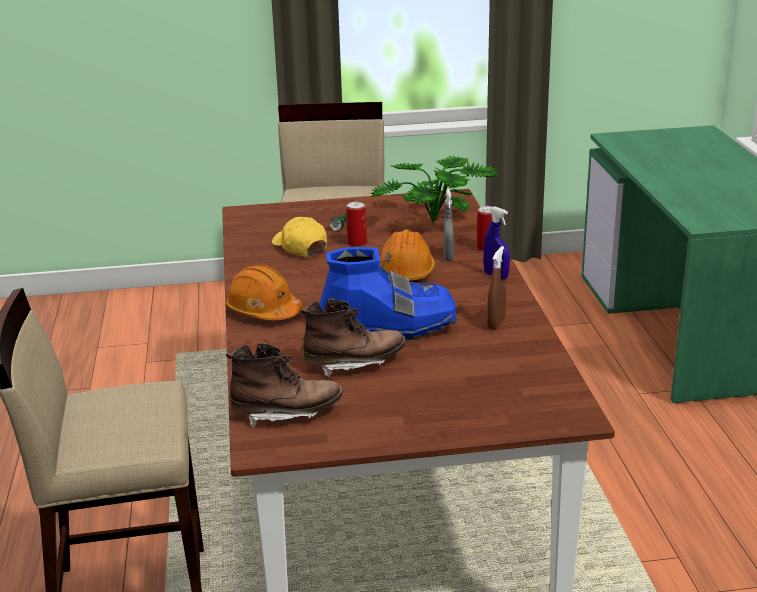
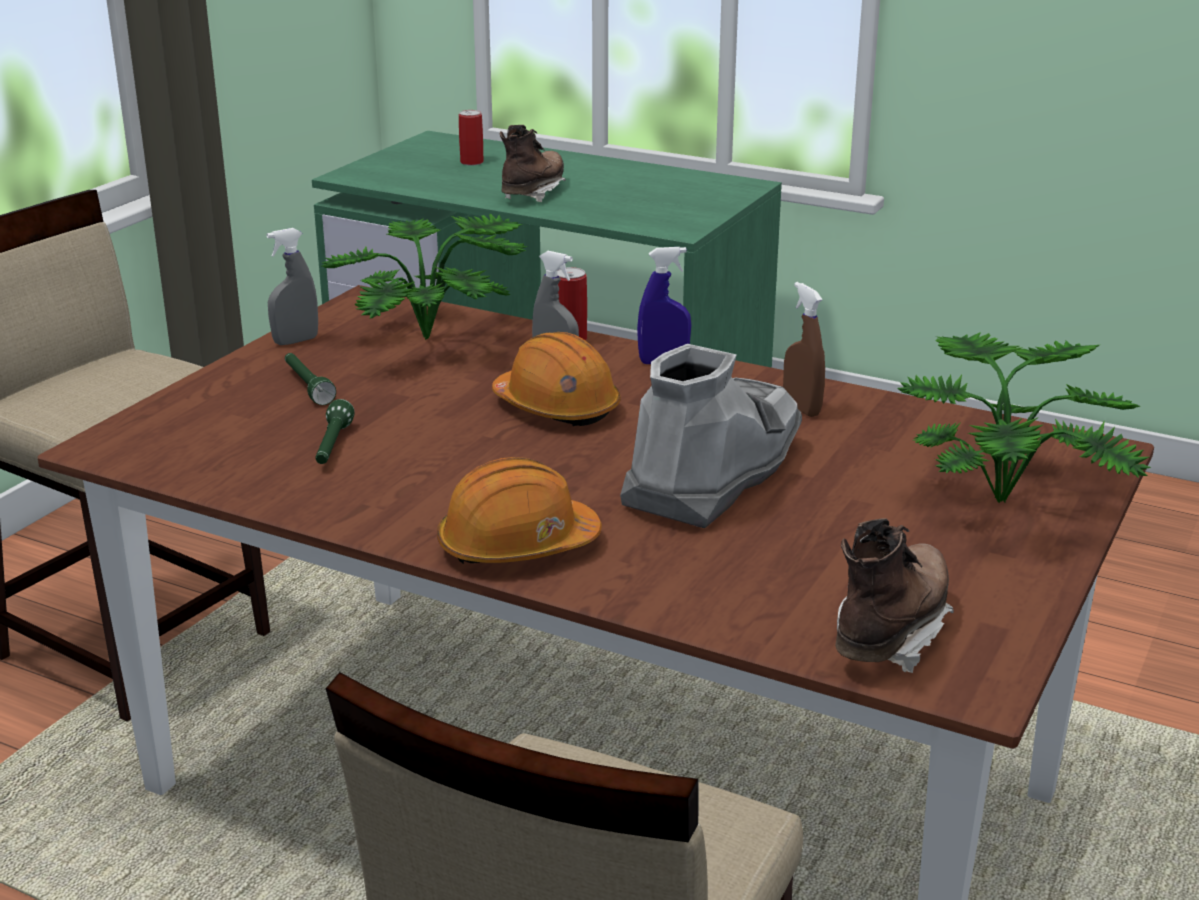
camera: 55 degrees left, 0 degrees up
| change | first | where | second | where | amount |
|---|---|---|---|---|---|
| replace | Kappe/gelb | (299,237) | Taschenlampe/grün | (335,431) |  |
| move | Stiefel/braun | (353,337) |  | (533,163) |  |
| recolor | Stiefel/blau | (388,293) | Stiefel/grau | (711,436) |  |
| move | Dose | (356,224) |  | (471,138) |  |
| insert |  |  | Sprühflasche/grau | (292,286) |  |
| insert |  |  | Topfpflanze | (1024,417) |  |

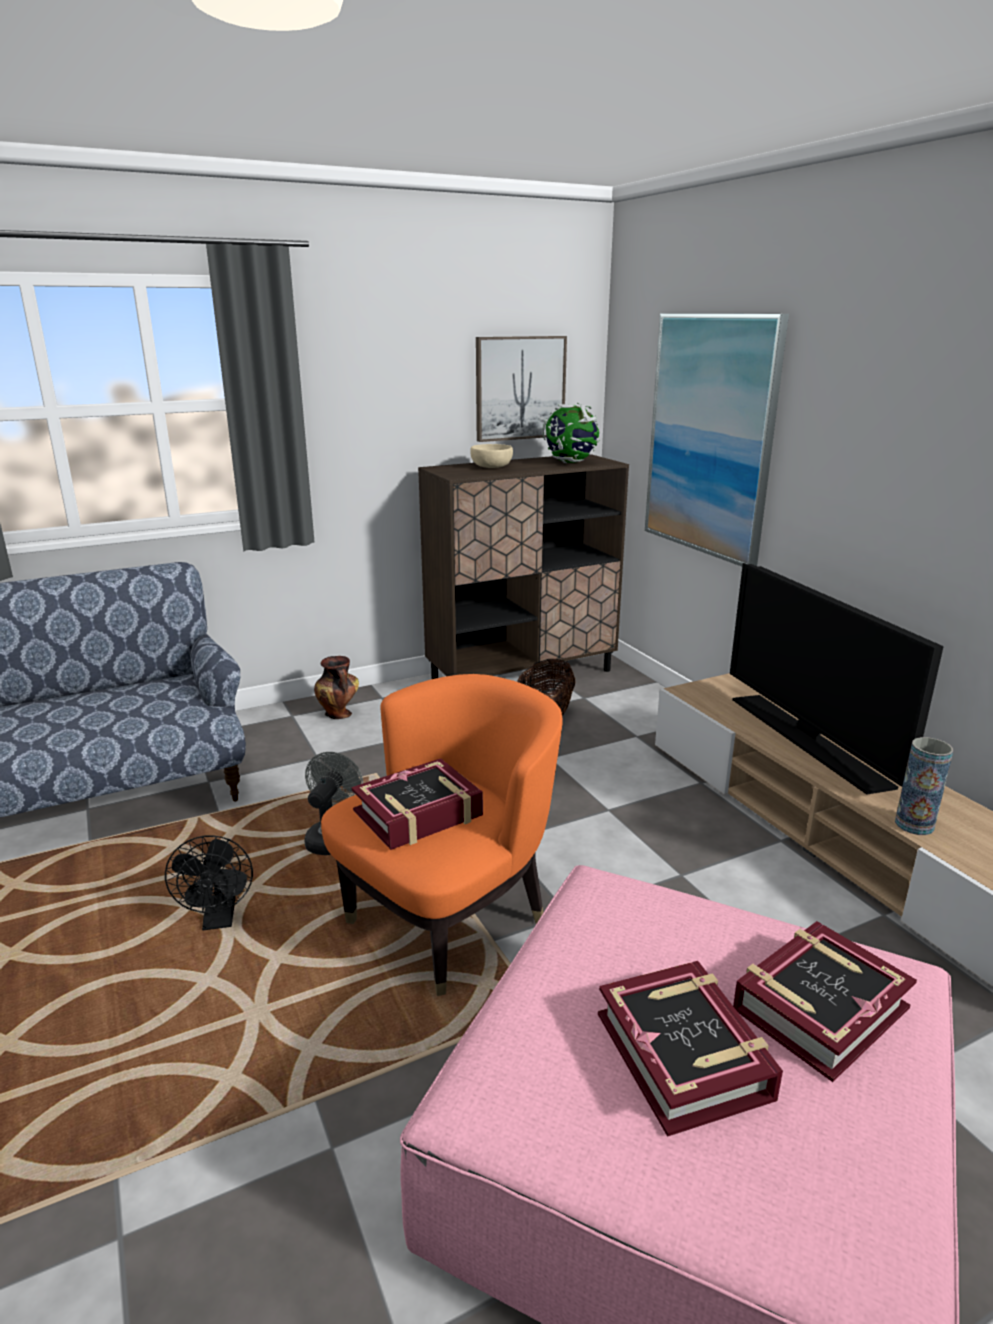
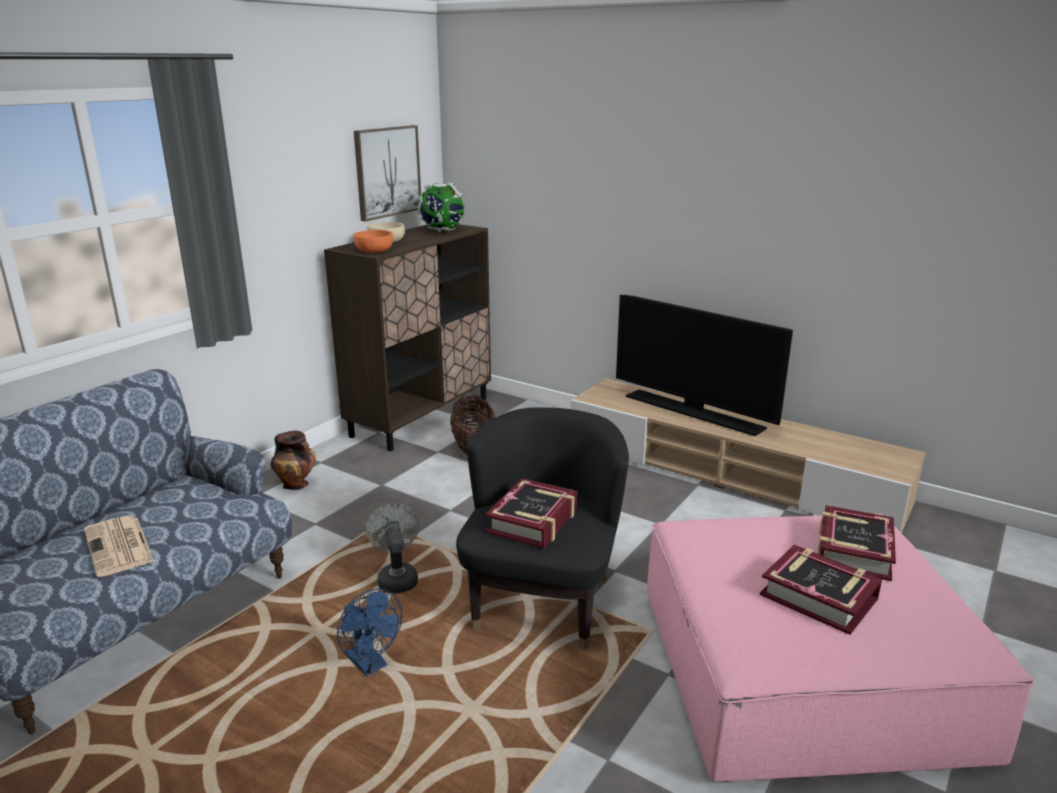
camera: 30 degrees left, 0 degrees up
| change | first | where | second | where | amount |
|---|---|---|---|---|---|
| recolor | Ventilator/schwarz | (209,882) | Ventilator/blau | (369,632) |  |
| recolor | Sessel/orange | (442,835) | Sessel/schwarz | (542,528) |  |
| delete | Bild | (717,439) |  |  |  |
| delete | Vase | (924,786) |  |  |  |
| insert |  |  | Zeitung | (119,546) |  |
| insert |  |  | Schüssel/orange | (373,241) |  |

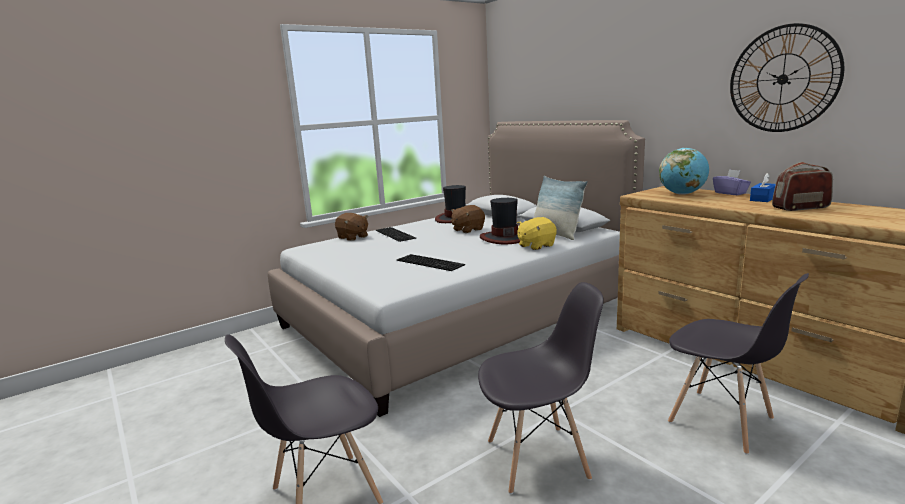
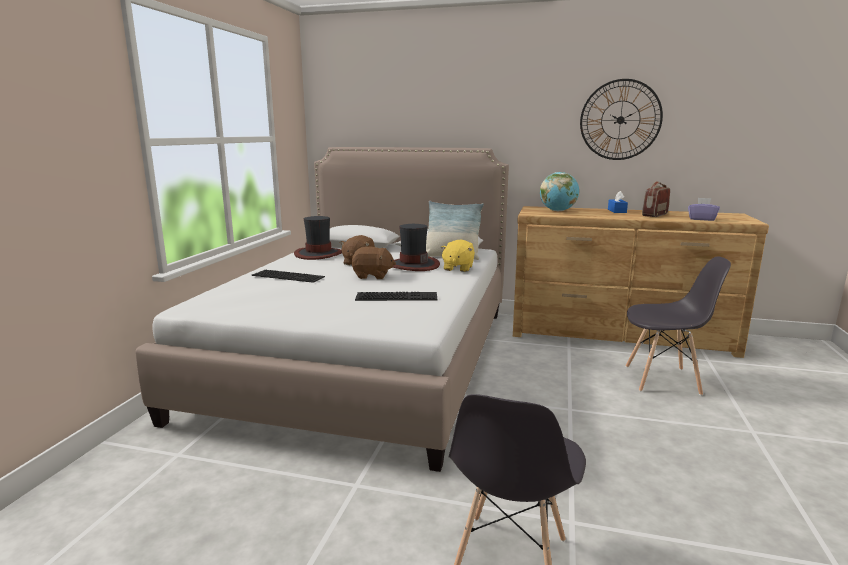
camera: 40 degrees left, 0 degrees up
| change | first | where | second | where | amount |
|---|---|---|---|---|---|
| move | Plüschtier/braun | (351,227) |  | (374,263) |  |
| delete | Stuhl/grau | (541,388) |  |  |  |
| move | Taschentuchbox/lila | (732,182) |  | (704,209) |  |

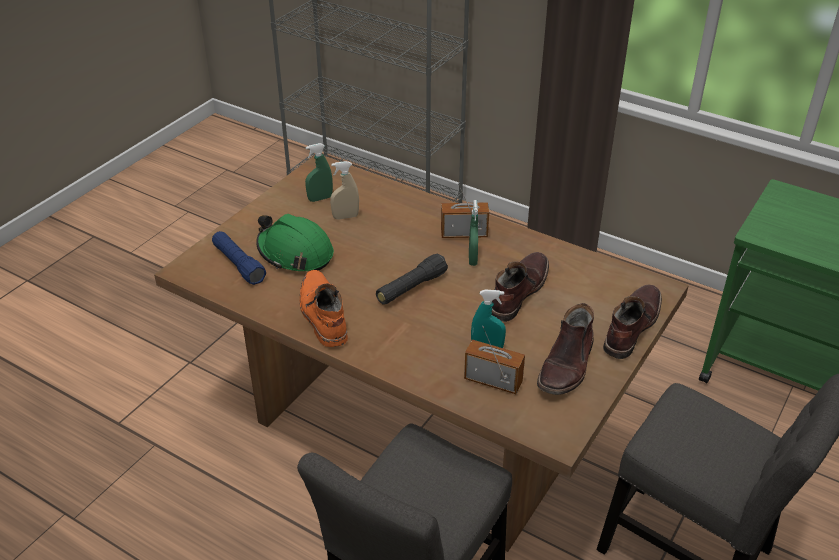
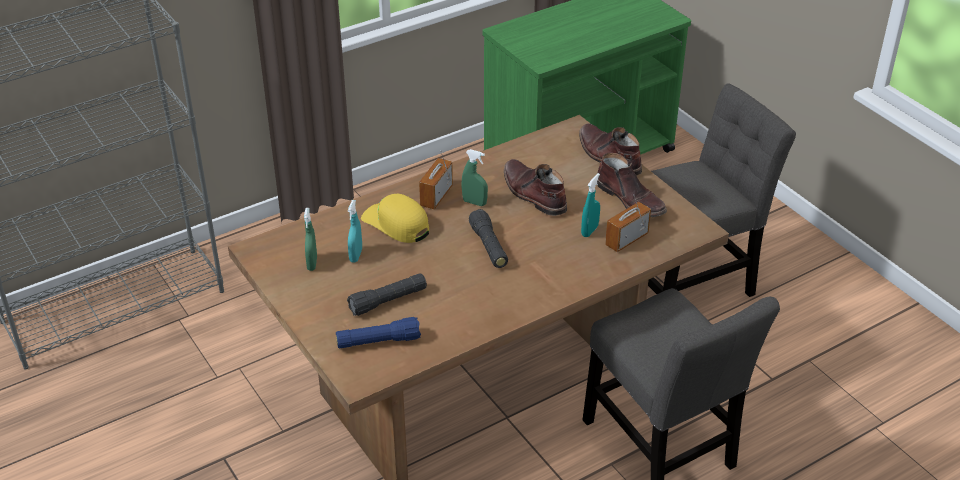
camera: 65 degrees left, 0 degrees up
| change | first | where | second | where | amount |
|---|---|---|---|---|---|
| replace | Schutzhelm/grün | (295,242) | Taschenlampe/schwarz | (387,294) |  |
| delete | Stiefel/orange | (324,308) |  |  |  |
| recolor | Sprühflasche/beige | (344,190) | Sprühflasche/türkis | (355,231) |  |
| insert |  |  | Kappe/gelb | (395,218) |  |

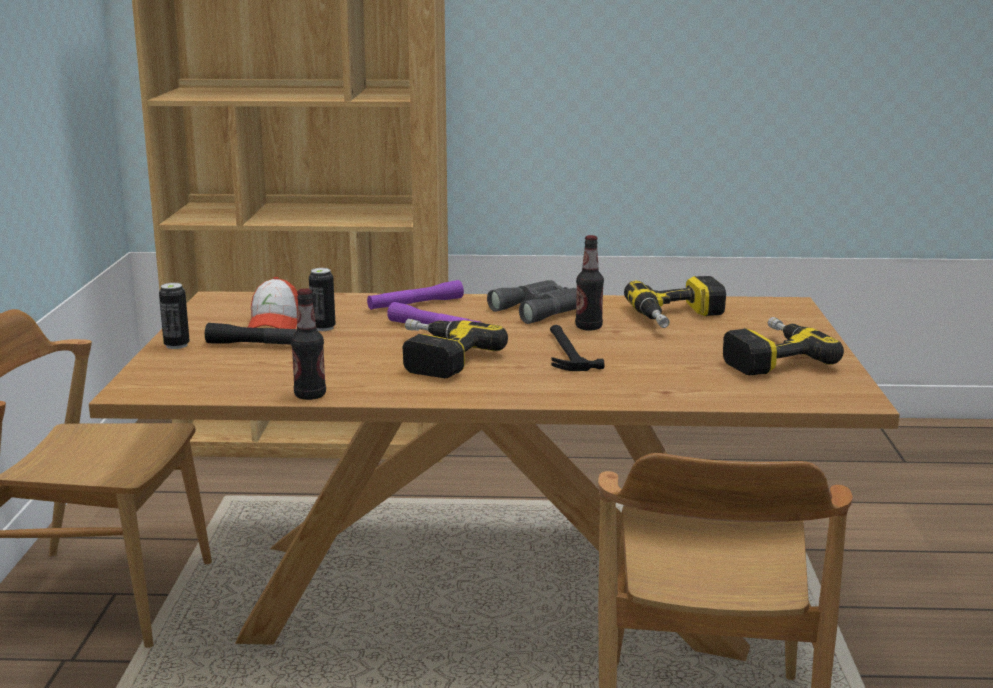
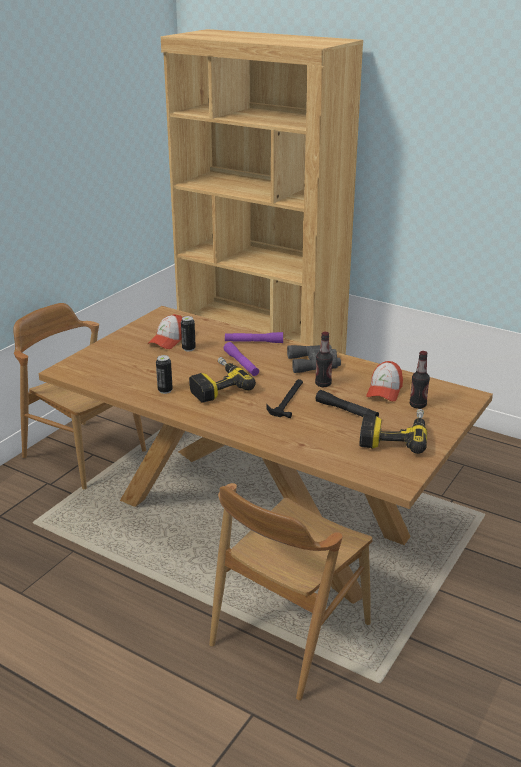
camera: 30 degrees right, 10 degrees up
| change | first | where | second | where | amount |
|---|---|---|---|---|---|
| move | Dose | (174,316) |  | (164,374) |  |
| move | Taschenlampe/schwarz | (251,334) |  | (347,403) |  |
| move | Flasche | (308,344) |  | (420,380) |  |
| replace | Bohrmaschine | (675,302) | Kappe | (384,381) |  |

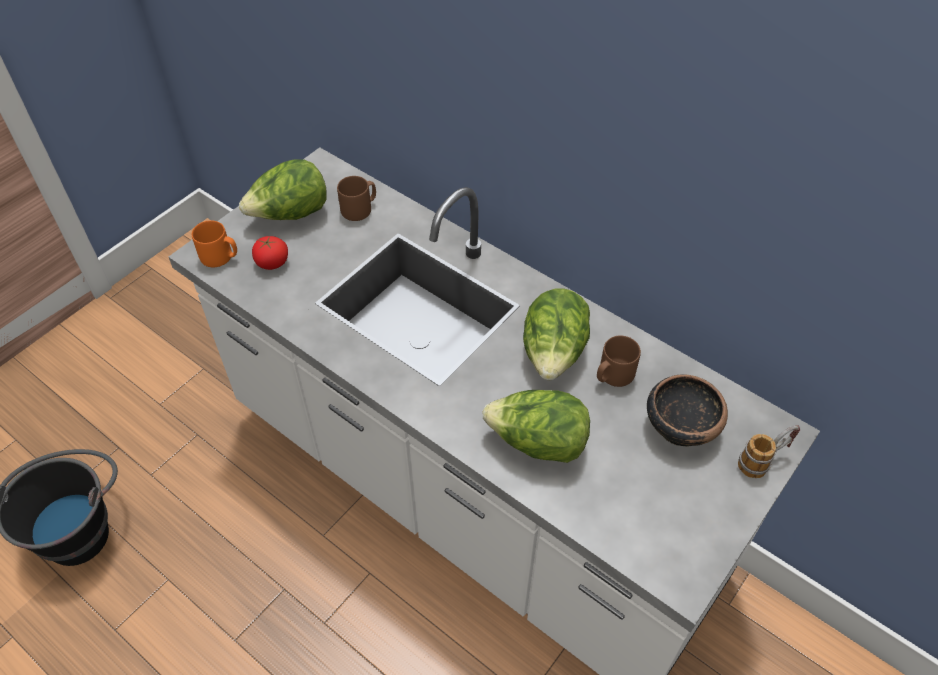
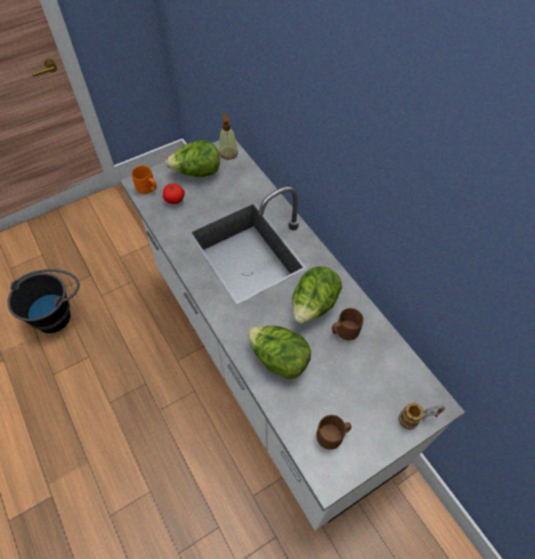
camera: 20 degrees right, 5 degrees up
| change | first | where | second | where | amount |
|---|---|---|---|---|---|
| move | Henkelbecher/braun | (356,198) |  | (334,432) |  |
| delete | Schüssel | (687,410) |  |  |  |
| insert |  |  | Seifenspender | (228,136) |  |

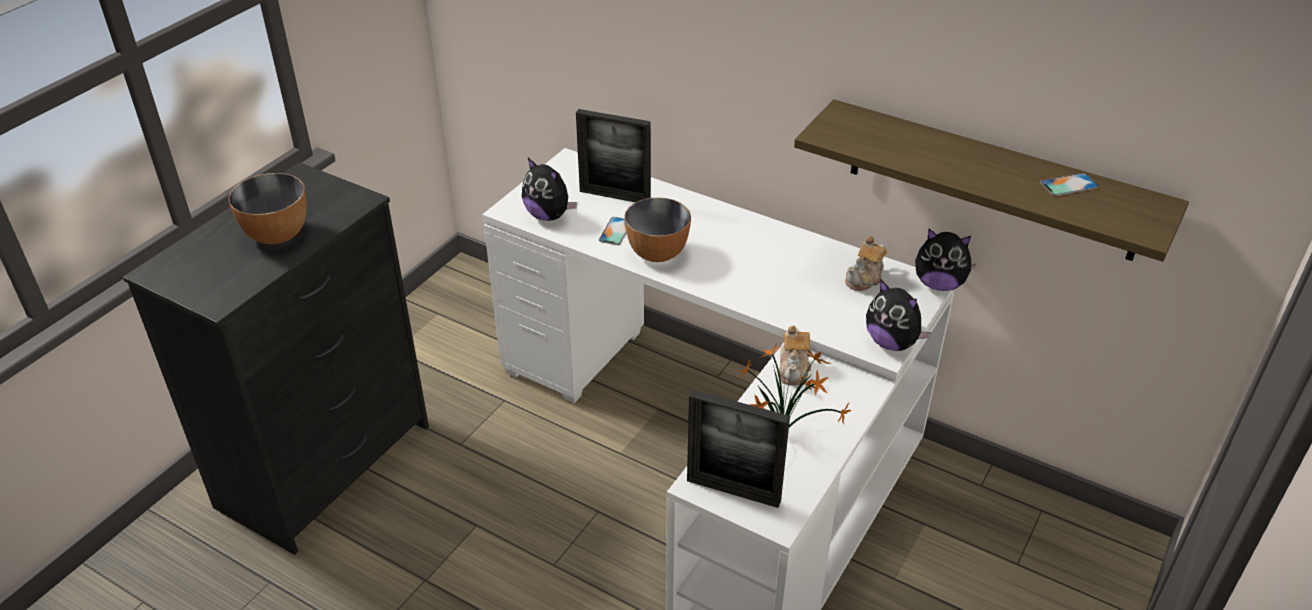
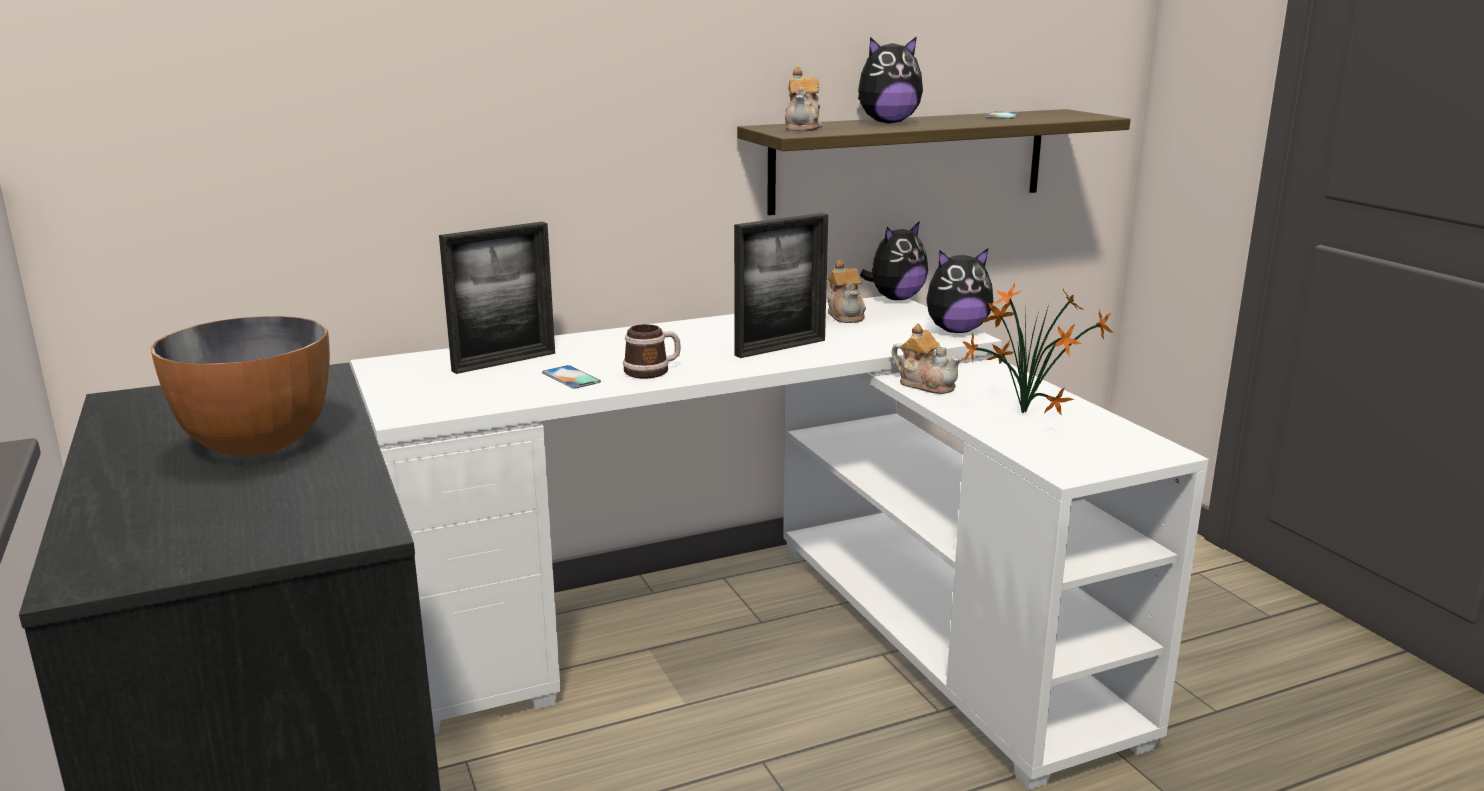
camera: 55 degrees left, 20 degrees down
| change | first | where | second | where | amount |
|---|---|---|---|---|---|
| move | Plüschtier | (549,189) |  | (890,80) |  |
| replace | Schüssel | (657,229) | Henkelbecher | (652,351) |  |
| move | Bilderrahmen | (738,449) |  | (781,285) |  |
| insert |  |  | Teekanne | (803,99) |  |

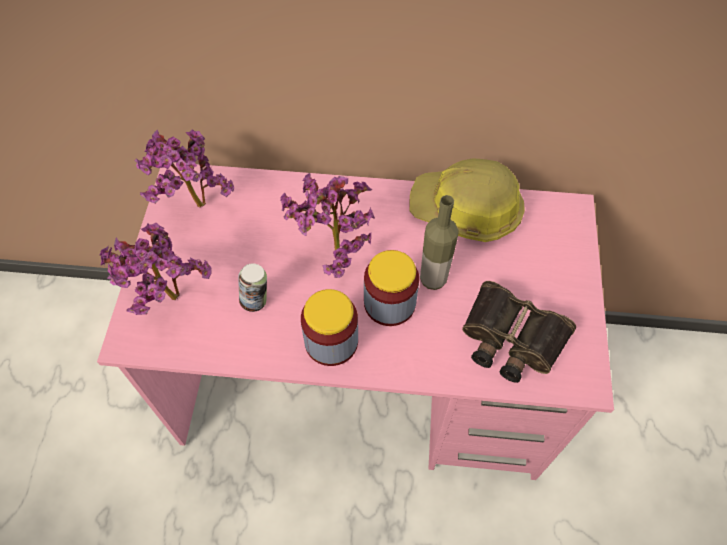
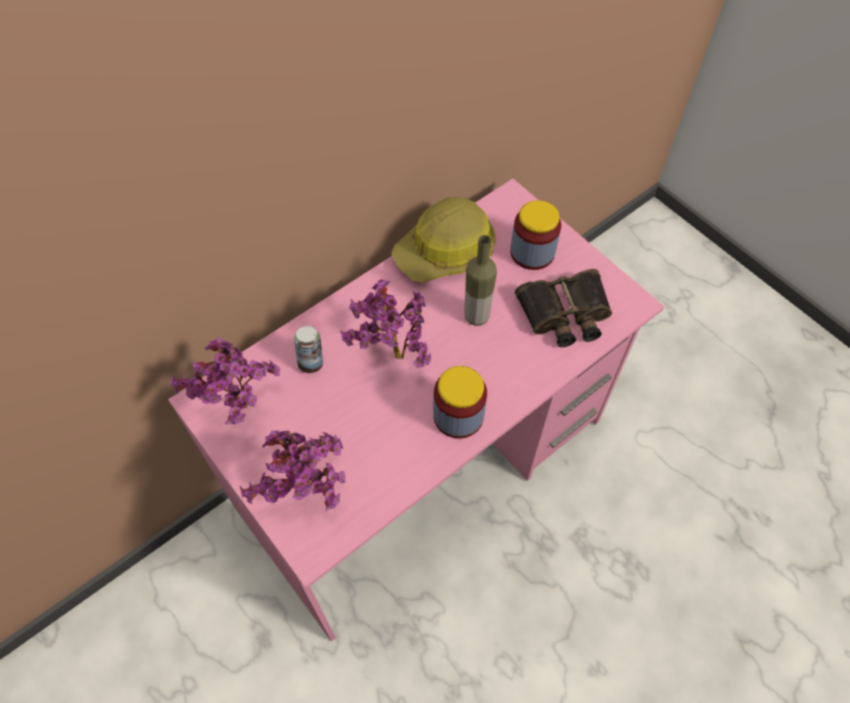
camera: 45 degrees left, 0 degrees up
| change | first | where | second | where | amount |
|---|---|---|---|---|---|
| move | Dose | (252,287) |  | (308,349) |  |
| move | Vorratsglas | (391,288) |  | (535,235) |  |

